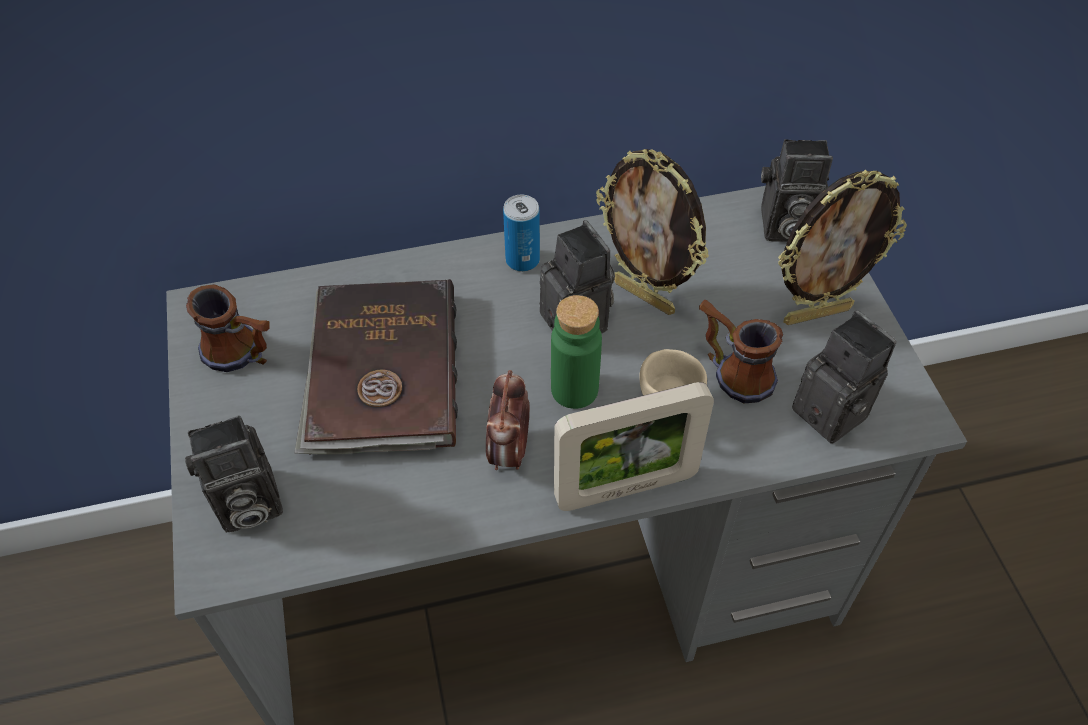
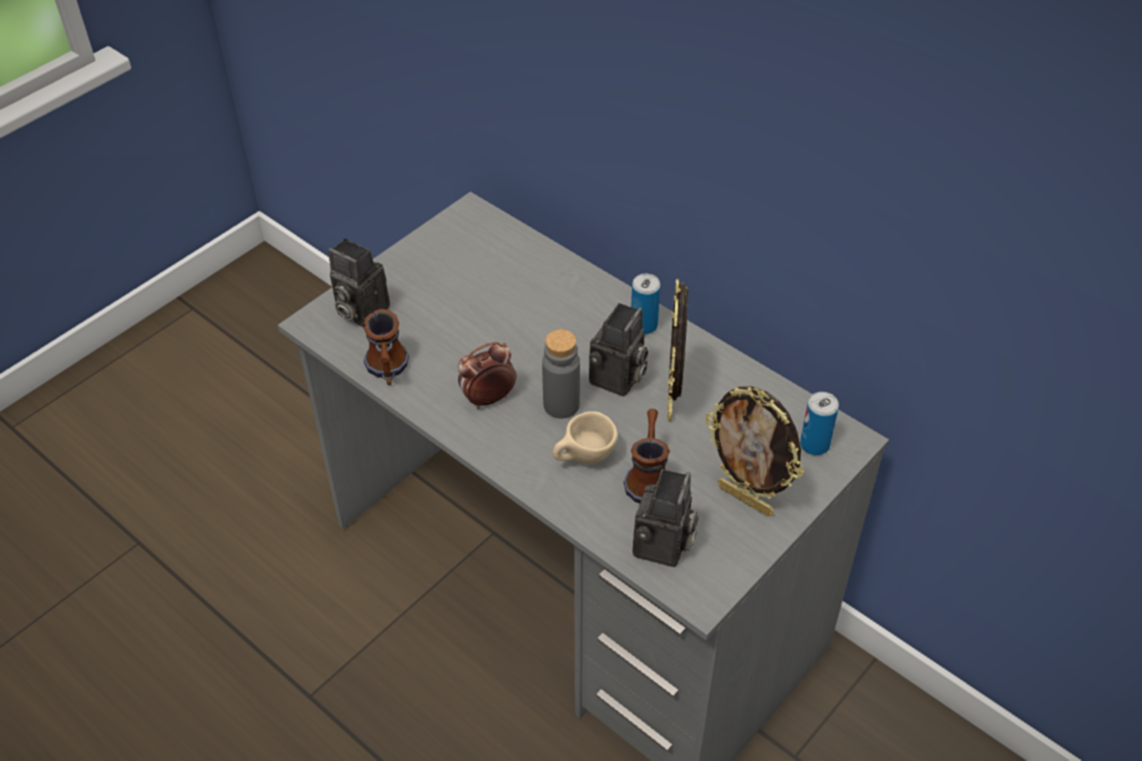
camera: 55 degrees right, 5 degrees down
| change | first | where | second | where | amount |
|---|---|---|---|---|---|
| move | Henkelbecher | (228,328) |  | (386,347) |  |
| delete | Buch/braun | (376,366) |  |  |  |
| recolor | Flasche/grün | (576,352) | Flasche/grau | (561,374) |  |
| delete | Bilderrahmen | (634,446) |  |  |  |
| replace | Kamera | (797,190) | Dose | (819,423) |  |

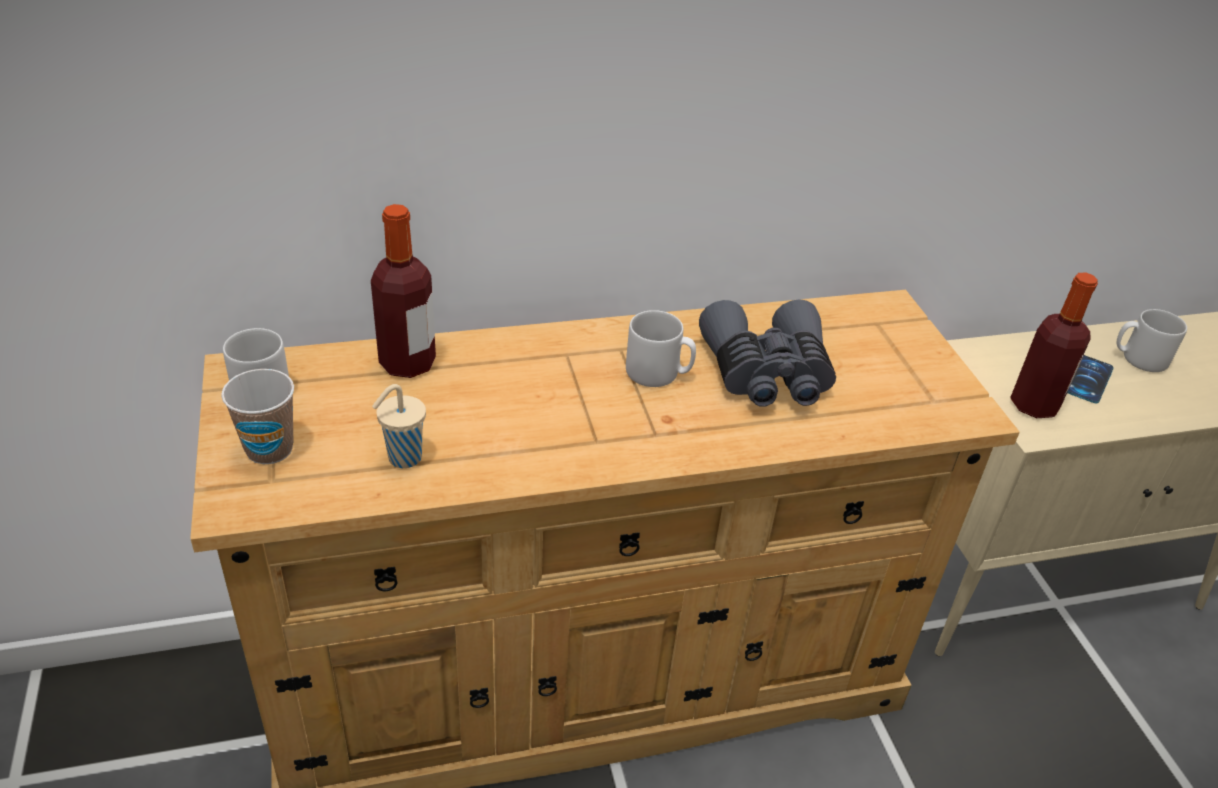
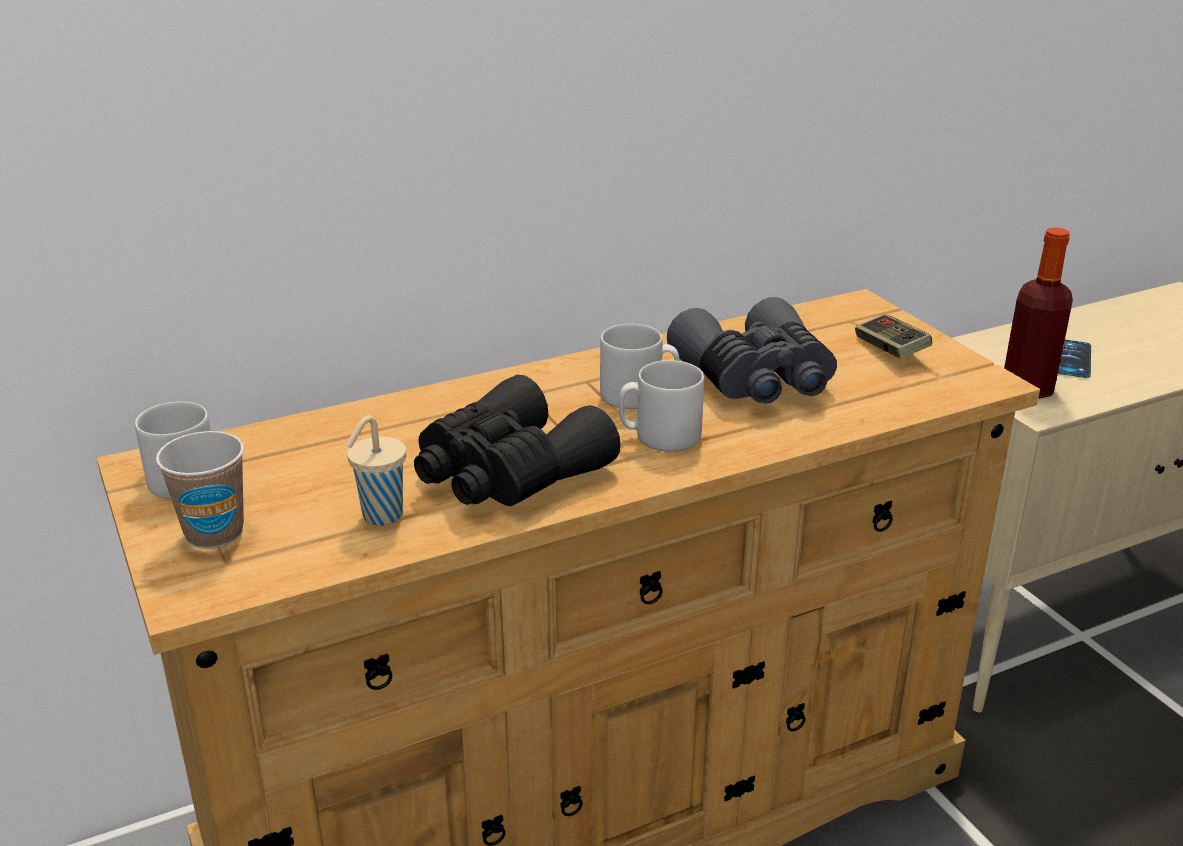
camera: 10 degrees left, 10 degrees down
| change | first | where | second | where | amount |
|---|---|---|---|---|---|
| delete | Flasche | (403,291) |  |  |  |
| move | Henkelbecher/grau | (1152,340) |  | (661,406) |  |
| insert |  |  | Fernglas/schwarz | (517,440) |  |
| insert |  |  | Gamepad | (893,336) |  |

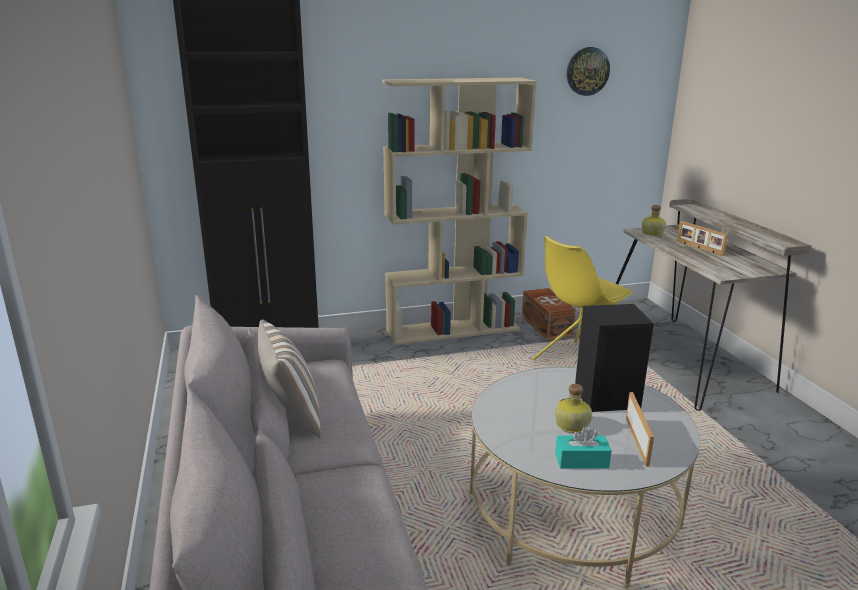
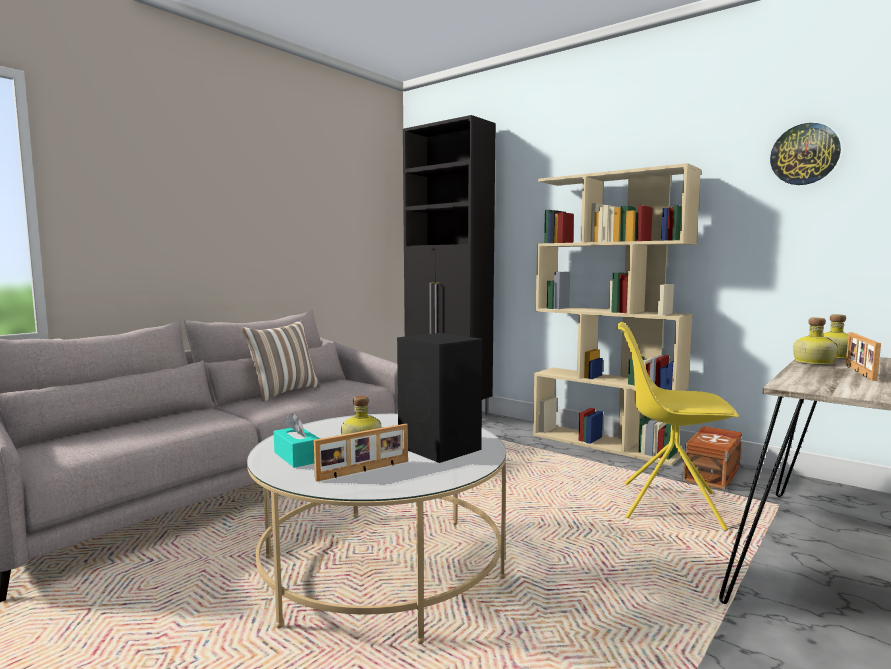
camera: 55 degrees right, 15 degrees down
| change | first | where | second | where | amount |
|---|---|---|---|---|---|
| insert |  |  | Flasche | (815,341) |  |

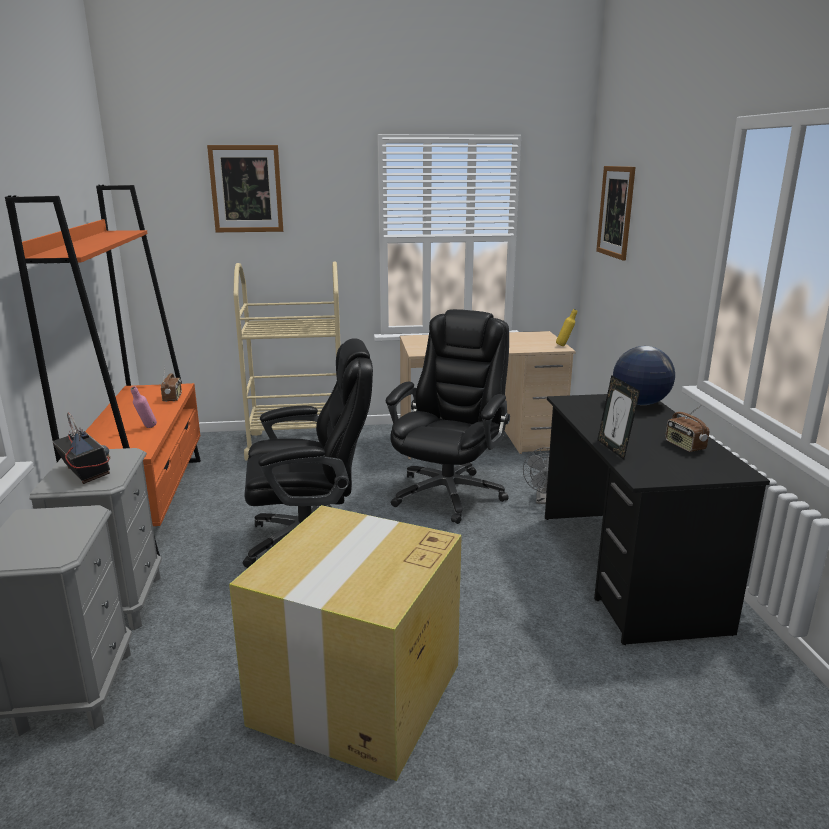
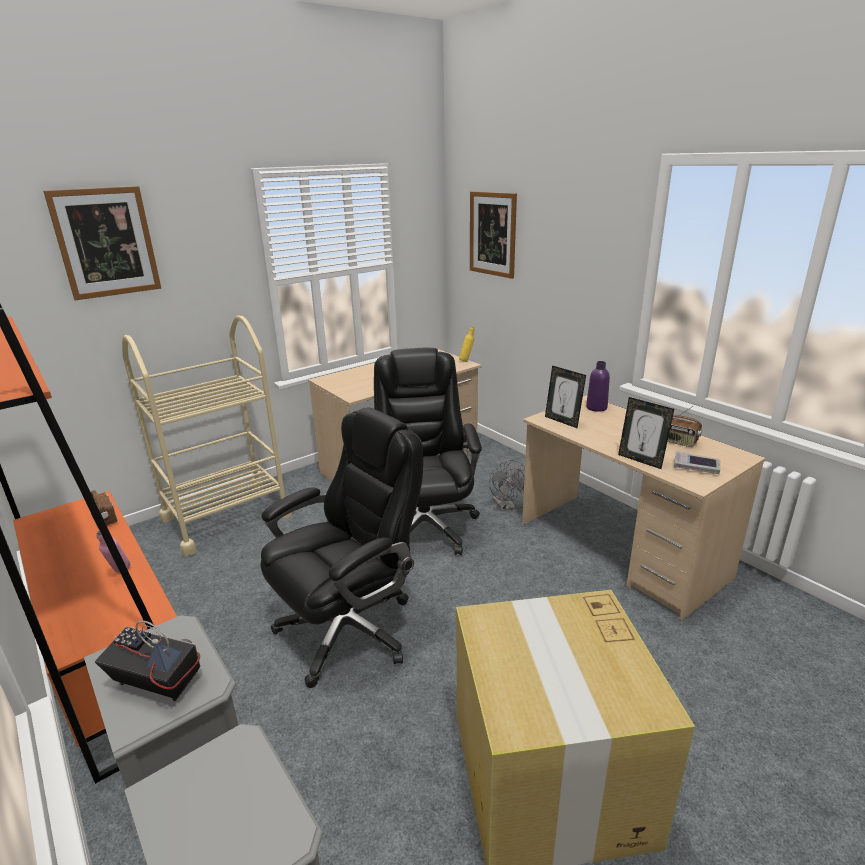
camera: 30 degrees left, 5 degrees up
| change | first | where | second | where | amount |
|---|---|---|---|---|---|
| recolor | Schreibtisch/schwarz | (657,519) | Schreibtisch/beige | (644,507) |  |
| replace | Globus | (644,375) | Flasche/lila | (598,386) |  |
| insert |  |  | Bilderrahmen | (565,397) |  |
| insert |  |  | Buch | (697,462) |  |

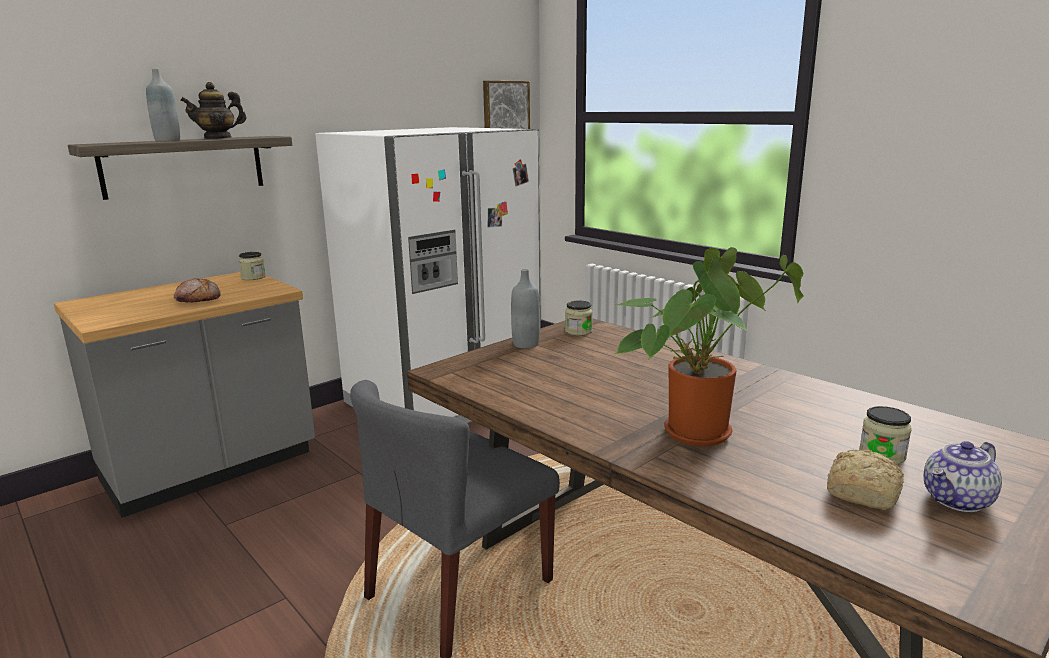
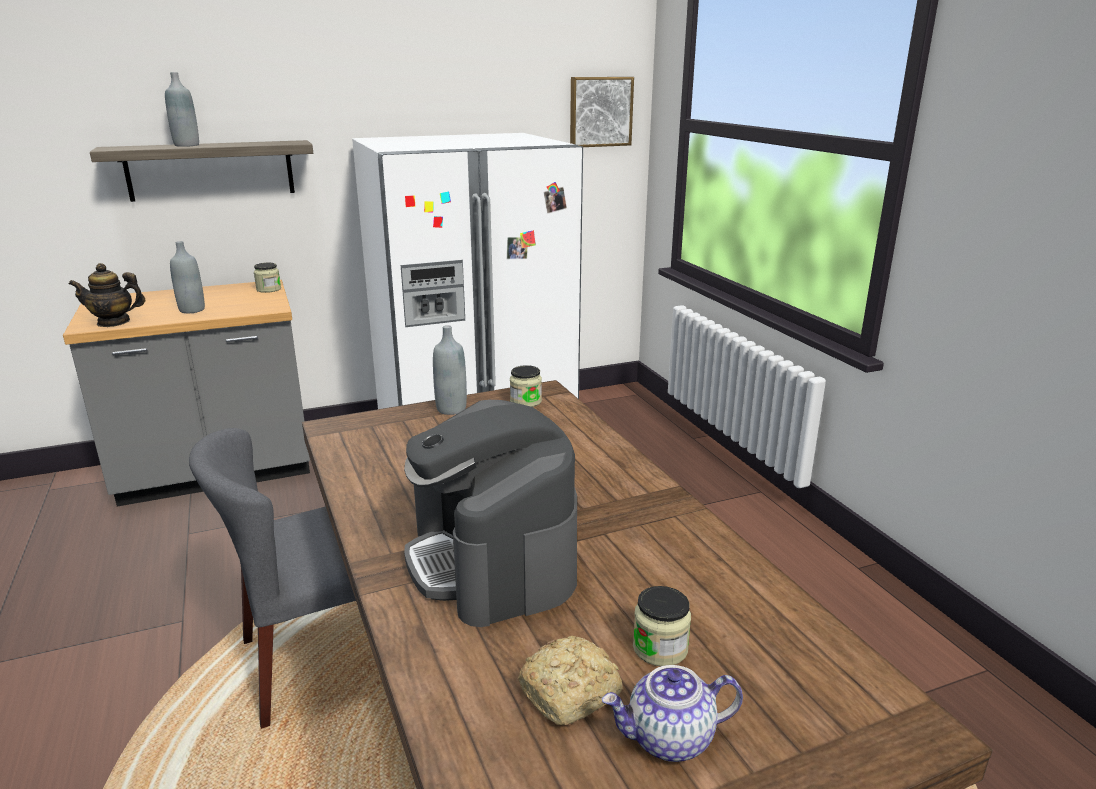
camera: 20 degrees right, 5 degrees up
| change | first | where | second | where | amount |
|---|---|---|---|---|---|
| replace | Brot | (197,290) | Flasche/grau | (187,277) |  |
| move | Teekanne | (213,110) |  | (107,295) |  |
| replace | Topfpflanze | (709,346) | Kaffeemaschine | (490,513) |  |

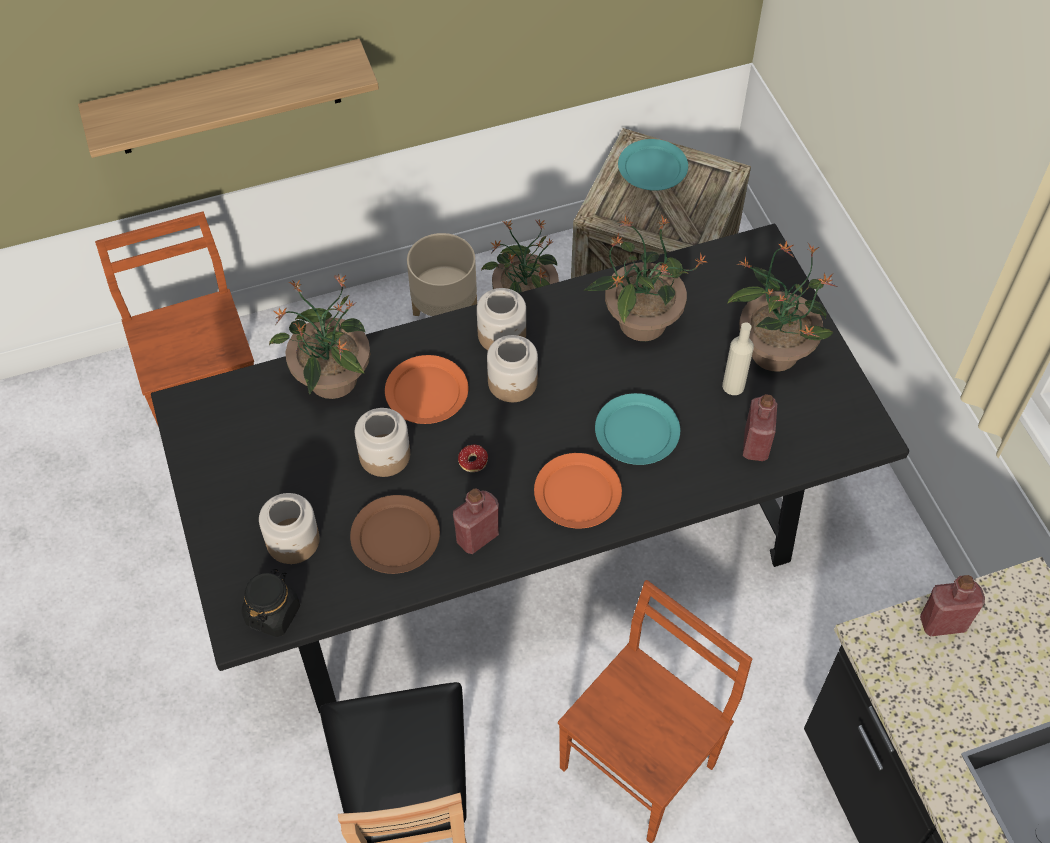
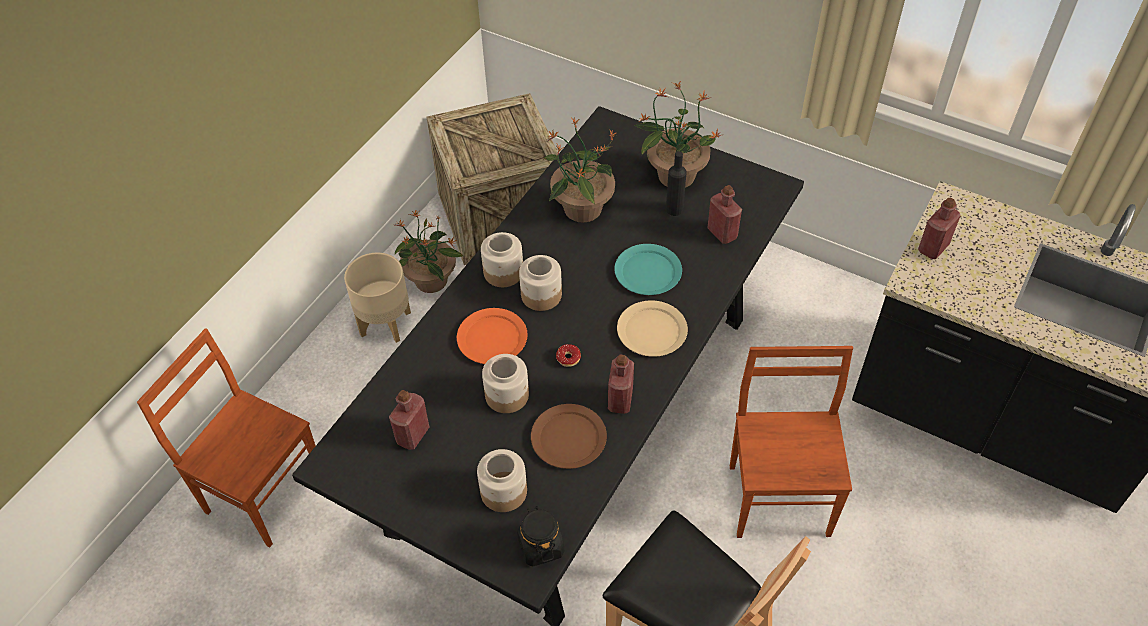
camera: 40 degrees left, 5 degrees down
| change | first | where | second | where | amount |
|---|---|---|---|---|---|
| delete | Wandregal | (228,98) |  |  |  |
| delete | Topfpflanze | (319,336) |  |  |  |
| recolor | Teller/orange | (578,490) | Teller/beige | (652,328) |  |
| delete | Teller/türkis | (653,165) |  |  |  |
| recolor | Flasche/beige | (738,359) | Flasche/schwarz | (676,183) |  |
| insert |  |  | Flasche/rot | (409,420) |  |

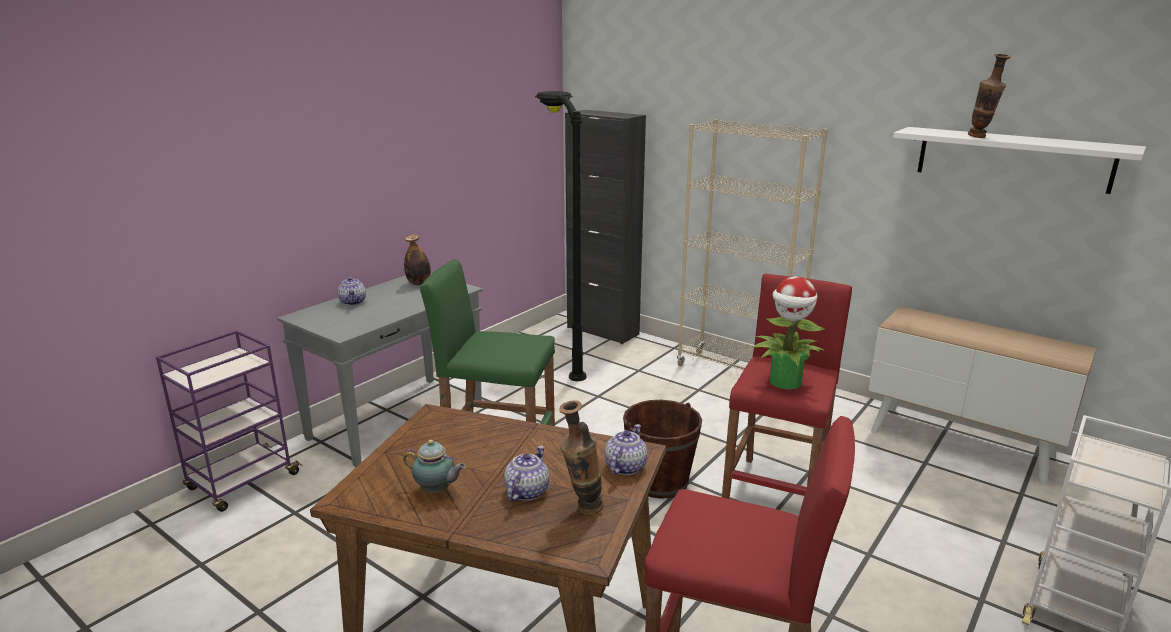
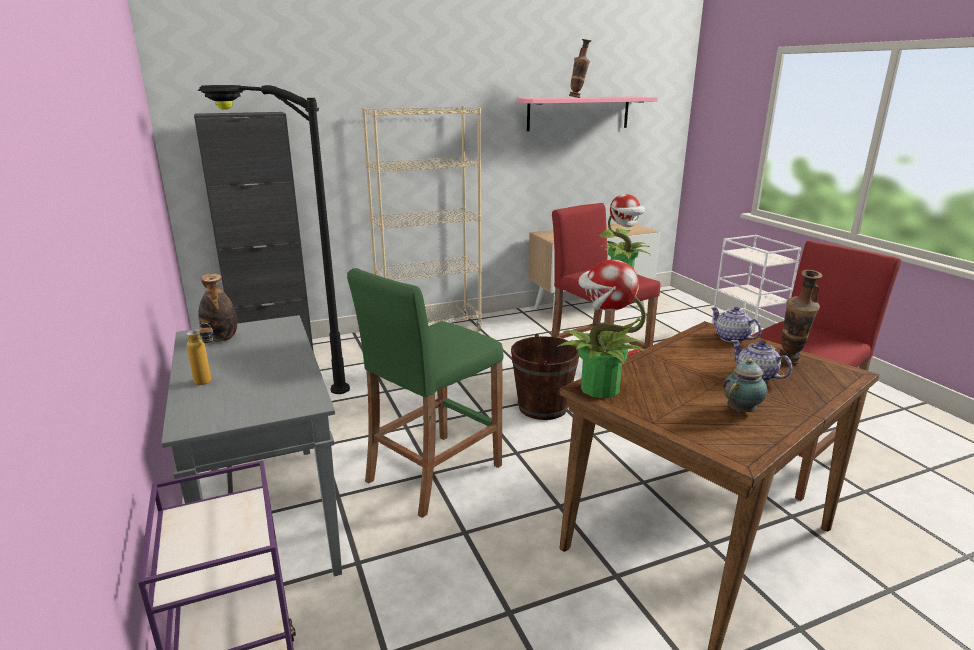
camera: 60 degrees left, 0 degrees up
| change | first | where | second | where | amount |
|---|---|---|---|---|---|
| replace | Teekanne | (352,290) | Flasche | (200,354) |  |
| recolor | Wandregal/weiß | (1019,160) | Wandregal/rosa | (587,113) |  |
| insert |  |  | Topfpflanze | (601,329) |  |

